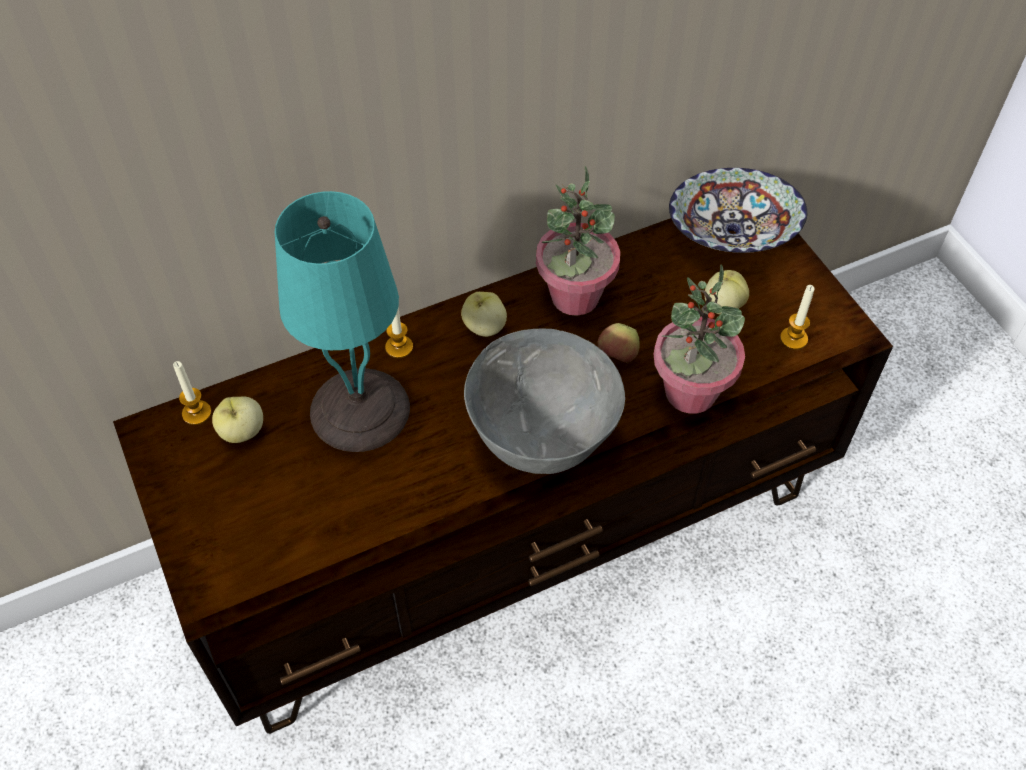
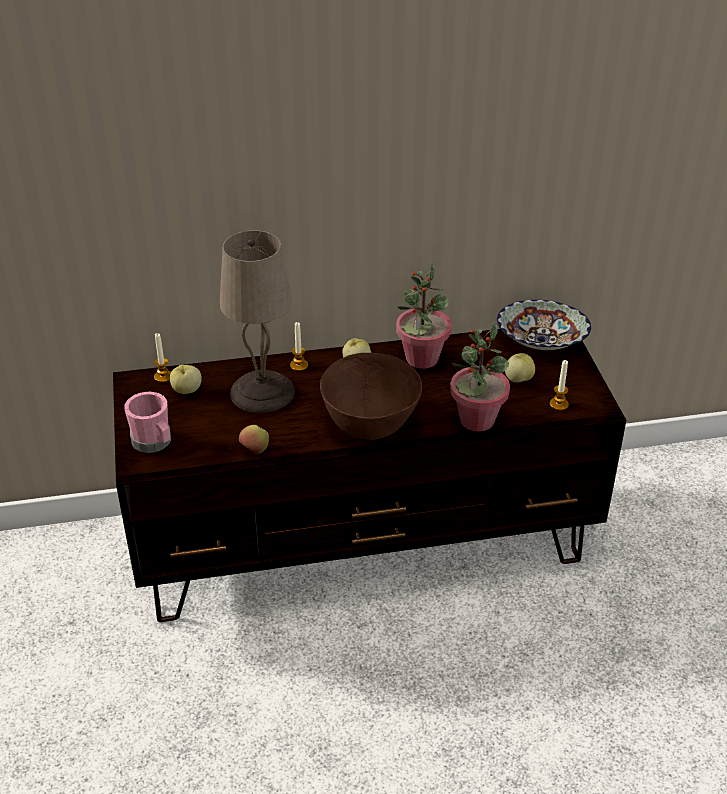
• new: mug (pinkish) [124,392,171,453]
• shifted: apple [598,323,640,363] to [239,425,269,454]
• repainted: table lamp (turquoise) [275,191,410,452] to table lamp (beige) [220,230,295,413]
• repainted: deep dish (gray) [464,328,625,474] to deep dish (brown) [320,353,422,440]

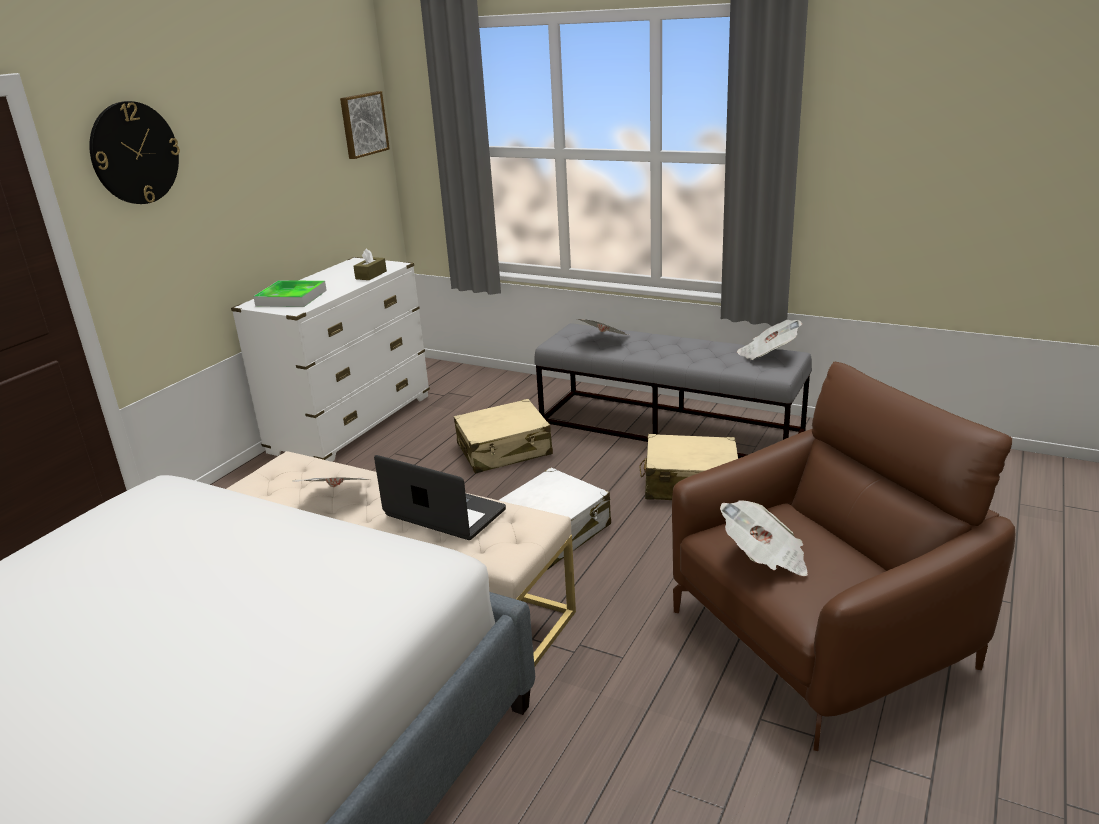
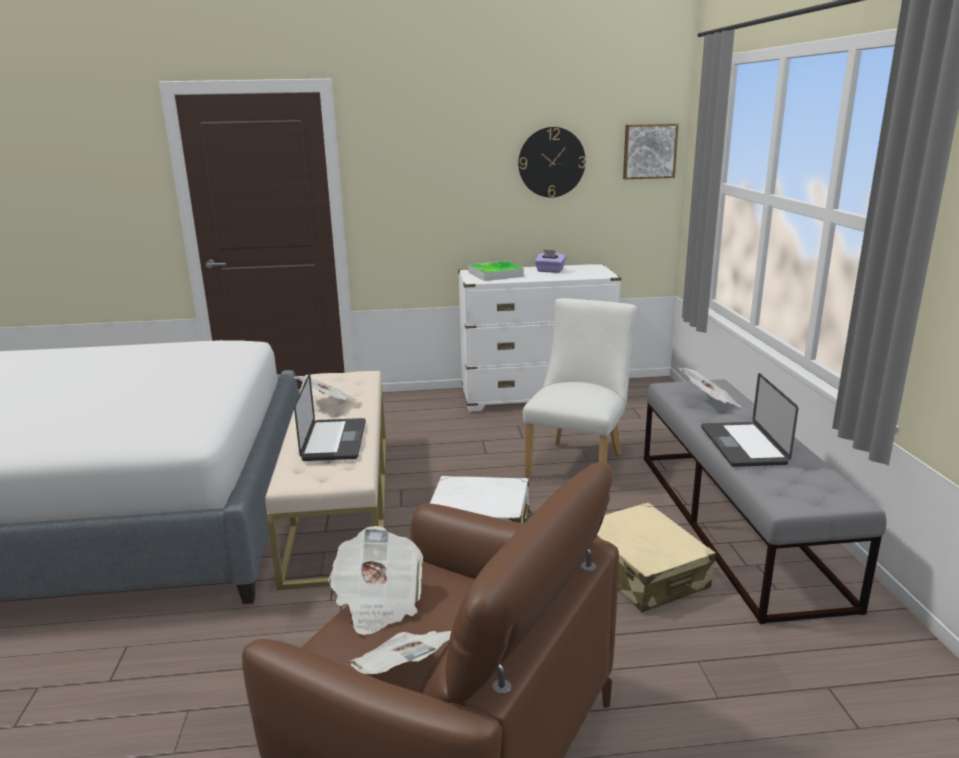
• gone: tissue box (brown) [353,248,387,280]
• new: tissue box (purplish) [535,249,566,273]
• new: portable computer [701,373,798,467]
• shifted: wall clock [89,101,180,204] to [518,127,586,197]
• shifted: daily paper [737,320,802,360] to [351,631,451,674]
• swapped: piece of luggage (beige) [454,399,553,473] to upright chair (white-coloured) [523,298,637,478]

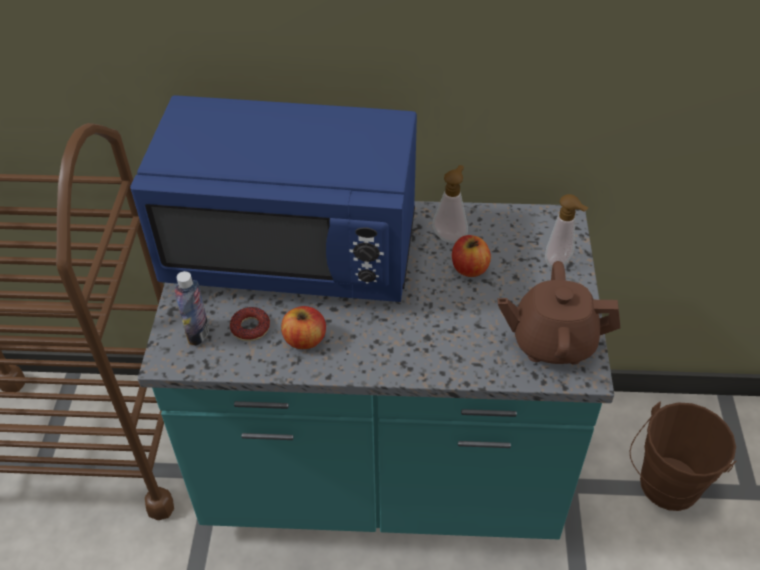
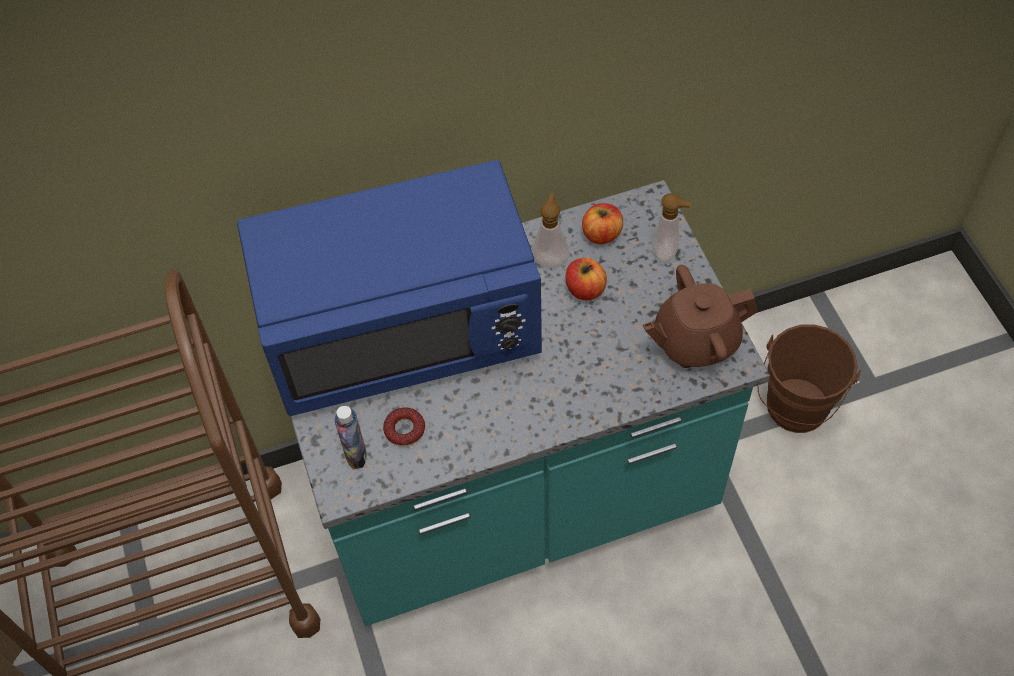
• shifted: apple [281,306,326,349] to [582,203,623,244]

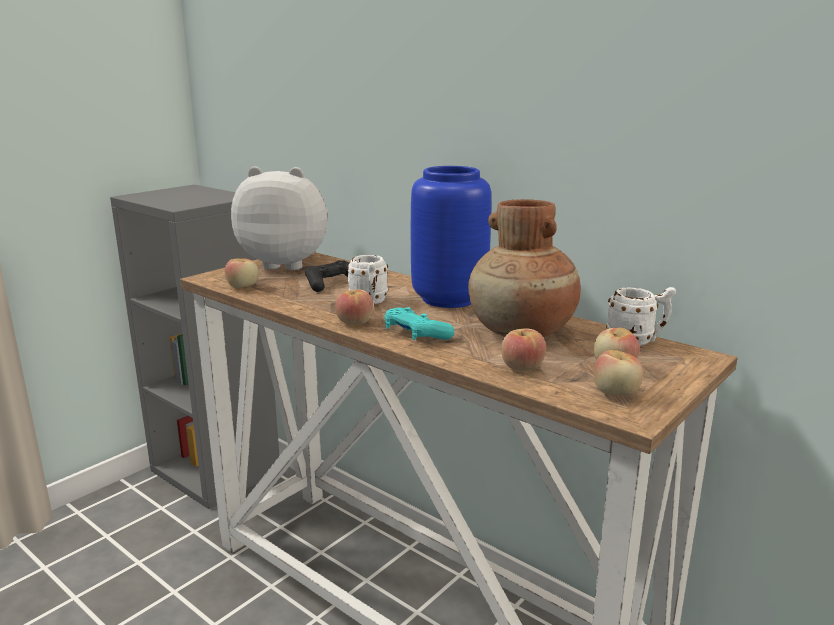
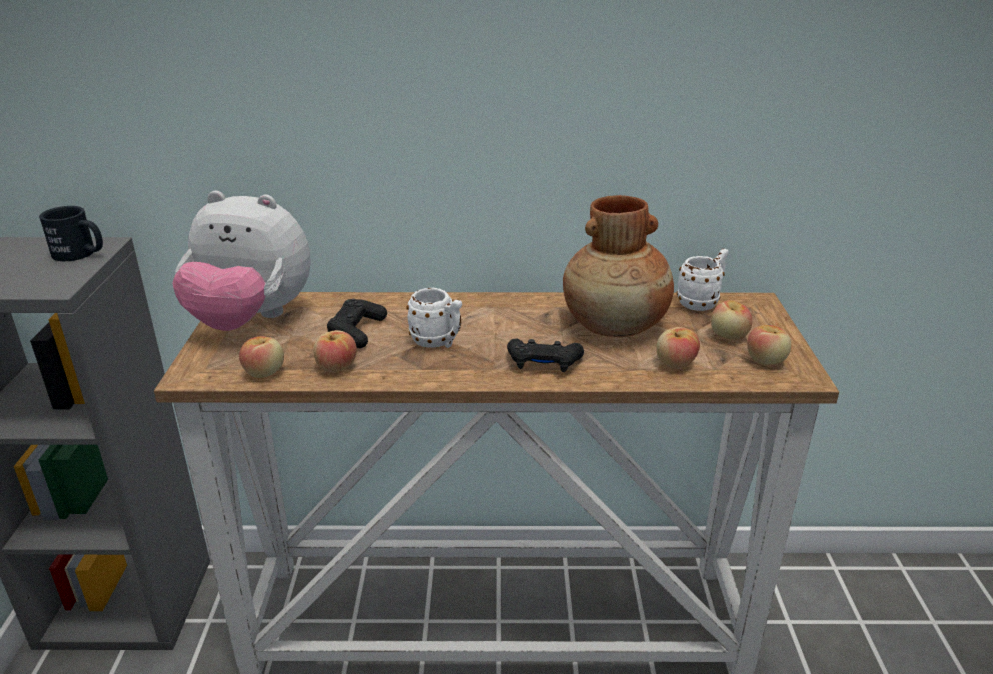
• gone: flower vase (blue) [411,166,491,308]
• new: mug (black) [39,206,103,261]
• shifted: apple [335,289,373,325] to [313,330,357,372]
• repainted: gamepad (turquoise) [385,307,454,340] to gamepad (black) [507,339,584,372]
• rotated: soft toy [231,166,328,270] = [172,191,311,331] 135 degrees counterclockwise

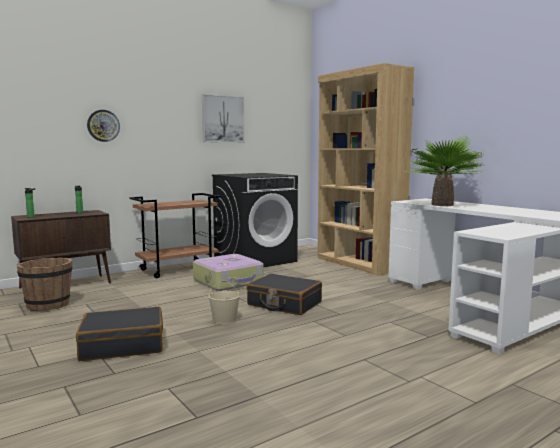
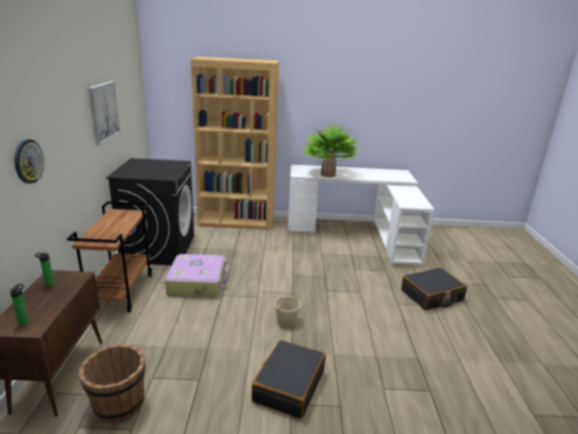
• shifted: piece of luggage (black) [246,273,322,315] to [401,268,467,310]

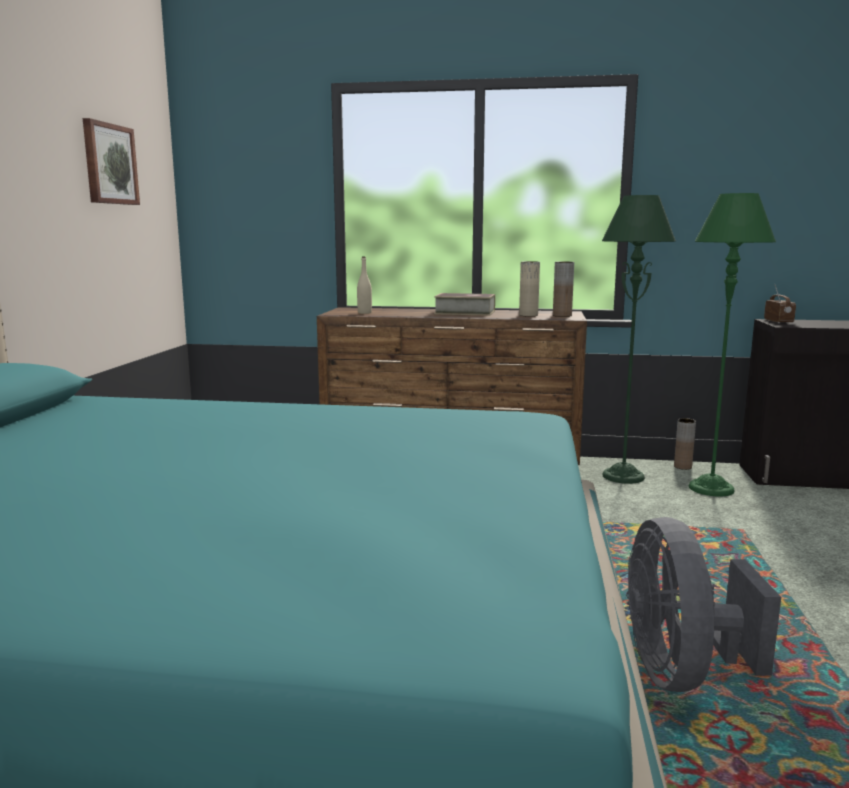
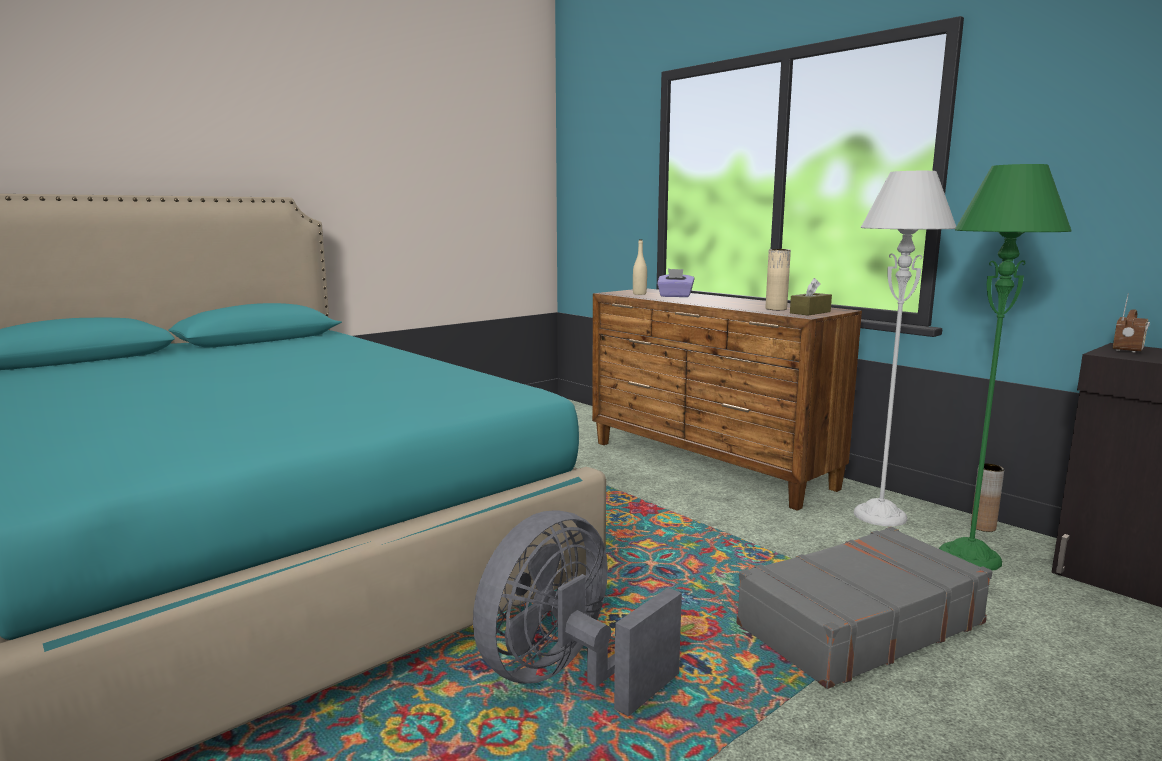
• gone: picture [83,118,140,205]
• gone: volume [434,293,495,316]
• new: tissue box (purplish) [657,269,694,297]
• new: piece of luggage (gray) [736,527,992,689]
• swapped: flower vase (brown) [553,261,574,317] to tissue box (brown) [790,278,832,316]
• repainted: standard lamp (green) [602,195,676,484] to standard lamp (gray) [854,171,956,526]

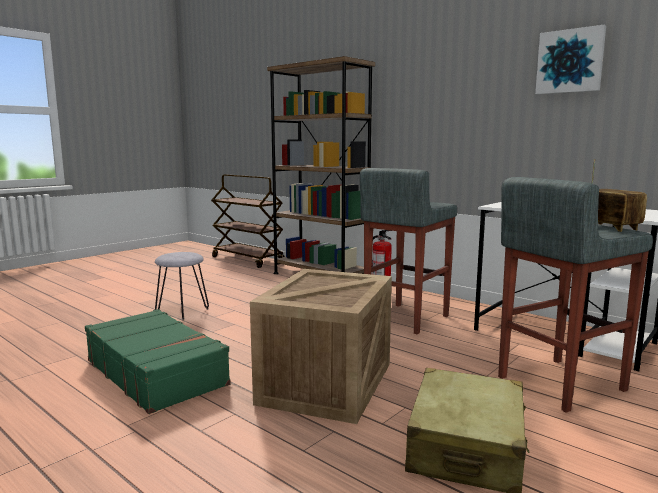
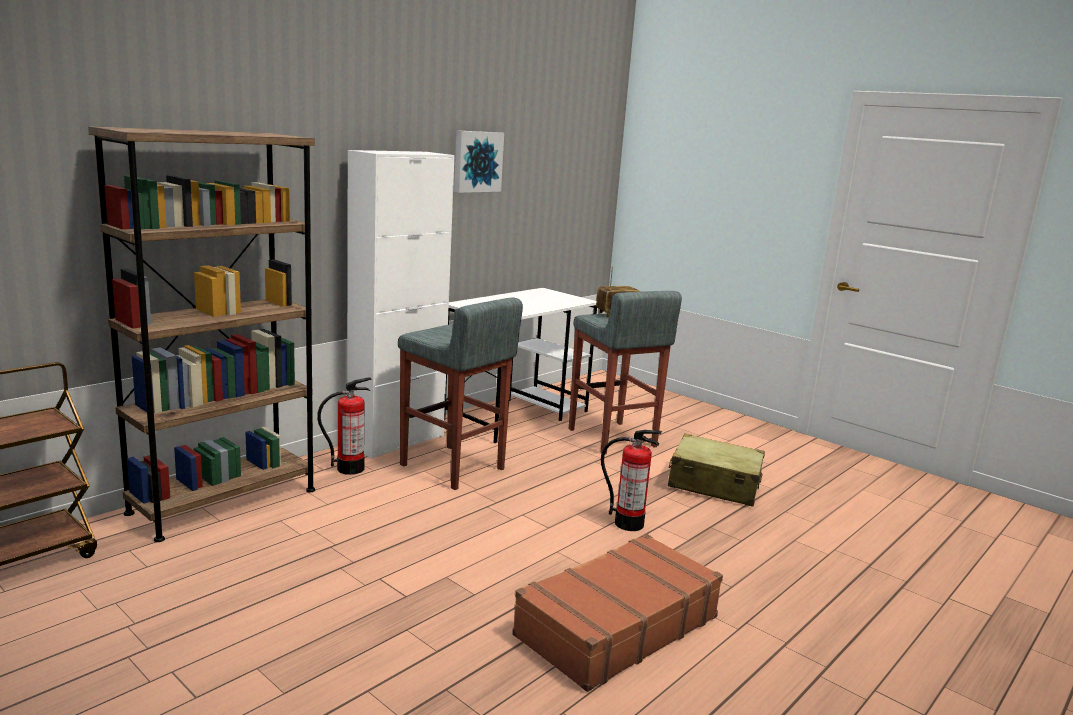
• gone: stool (gray) [155,252,209,320]
• new: storage cabinet (white-coloured) [347,150,455,459]
• swapped: shipping crate [250,269,392,424] to extinguisher [601,430,662,531]
• repainted: piece of luggage (green) [85,309,231,414] to piece of luggage (brown) [512,534,723,692]

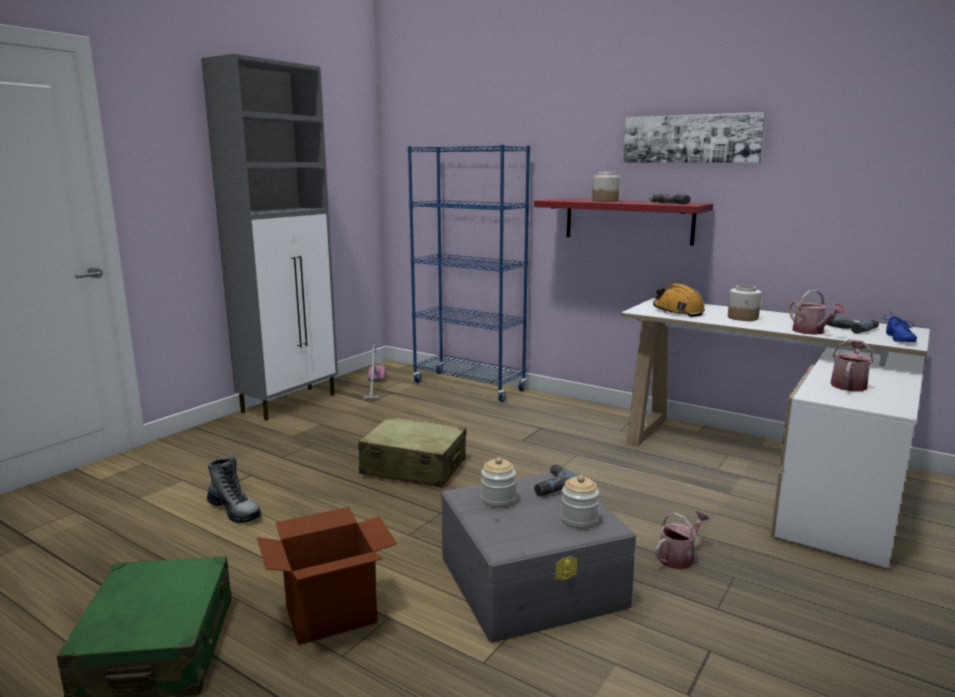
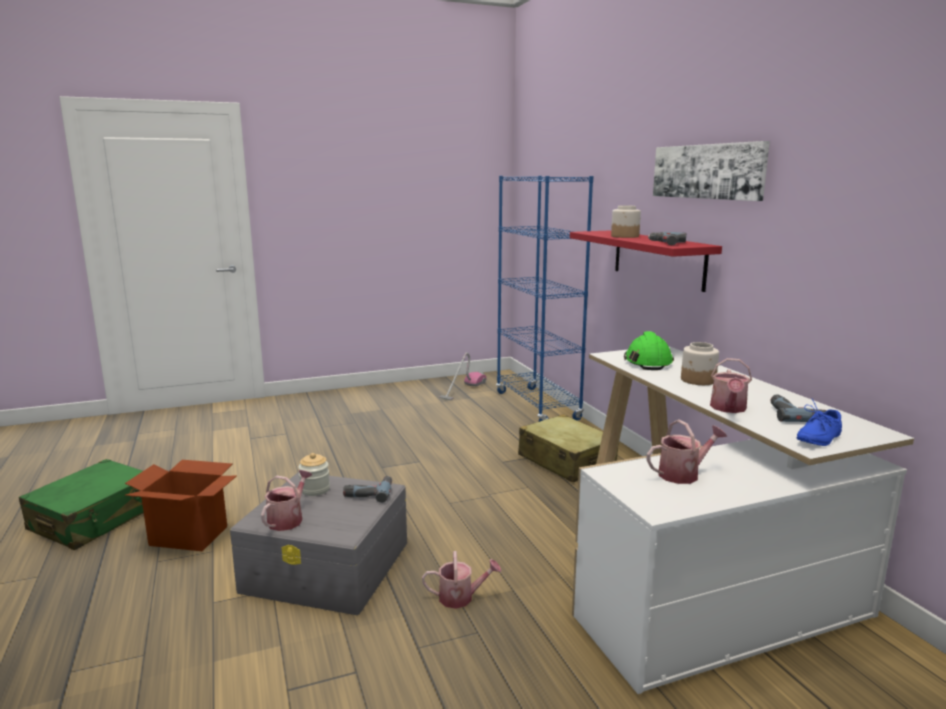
• gone: storage cabinet (gray) [201,54,338,421]
• gone: tall boot [207,456,261,523]
• gone: storage jar [561,475,599,529]
• new: sprinkling can [261,470,312,531]
• shifted: piece of luggage (beige) [358,416,466,488] to [518,414,619,483]
• repainted: safety helmet (orangey) [653,284,705,317] to safety helmet (green) [624,331,674,370]

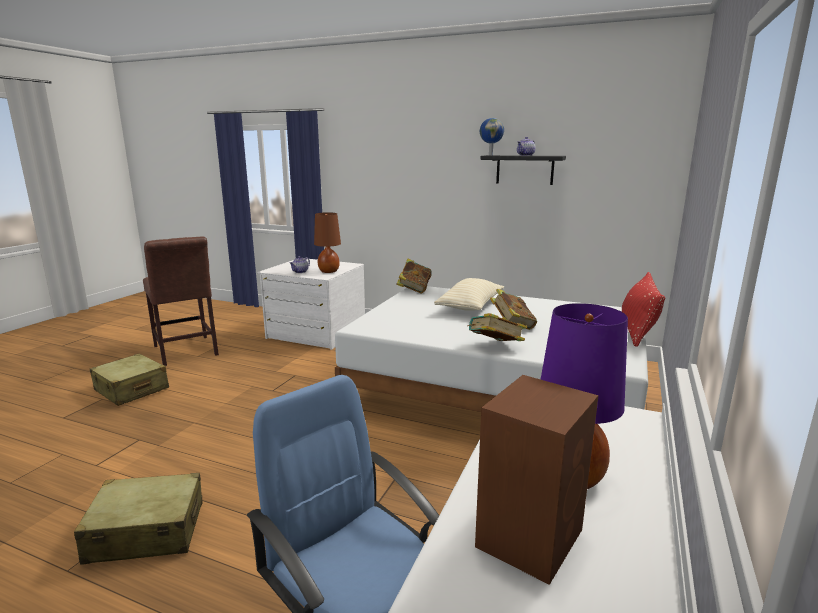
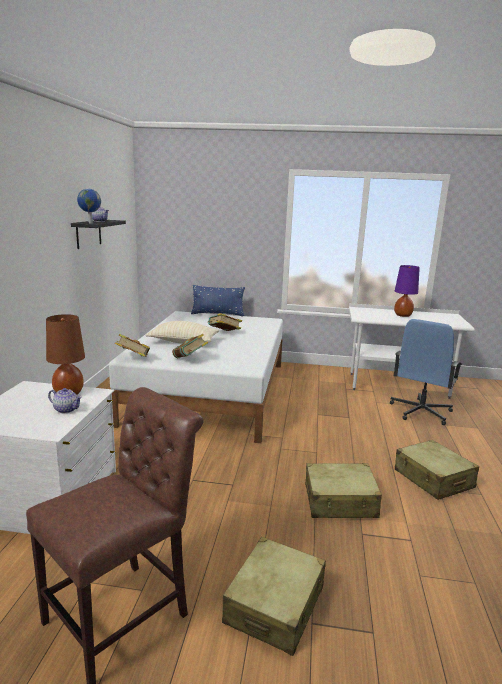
• gone: speaker (brown) [475,375,599,585]
• new: piece of luggage (beige) [305,463,382,518]
• shifted: volume [467,313,527,341] to [172,334,208,359]
• repainted: pillow (red) [622,272,665,347] to pillow (blue) [191,285,245,316]

